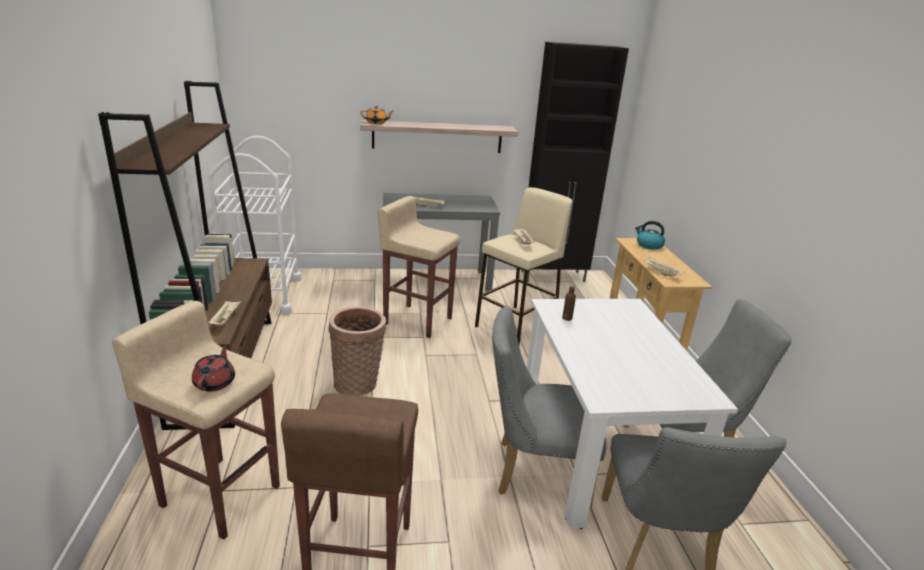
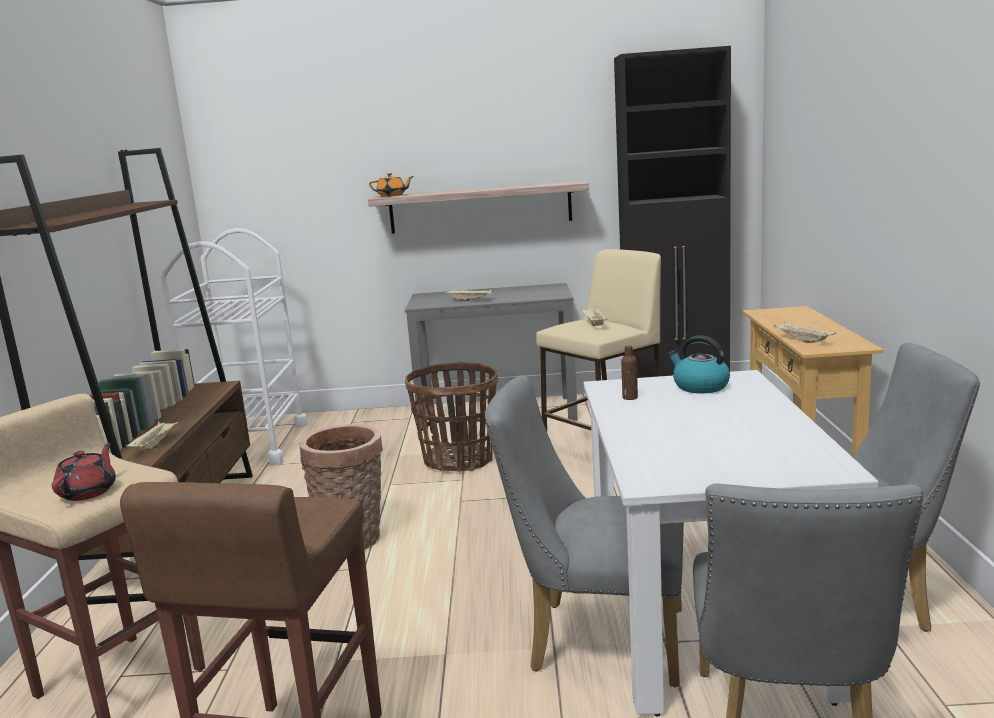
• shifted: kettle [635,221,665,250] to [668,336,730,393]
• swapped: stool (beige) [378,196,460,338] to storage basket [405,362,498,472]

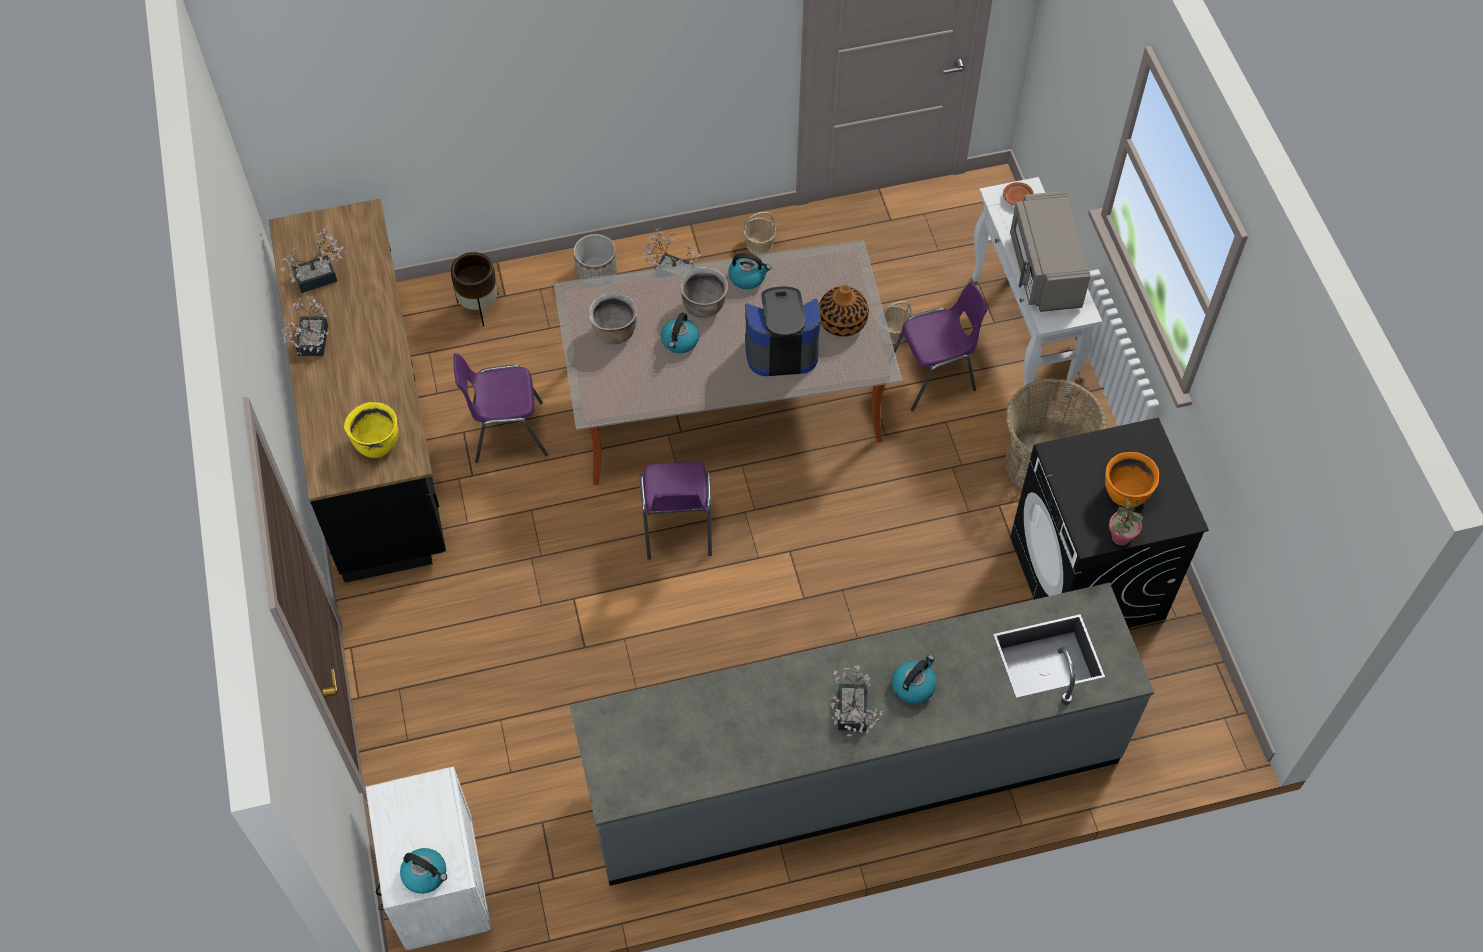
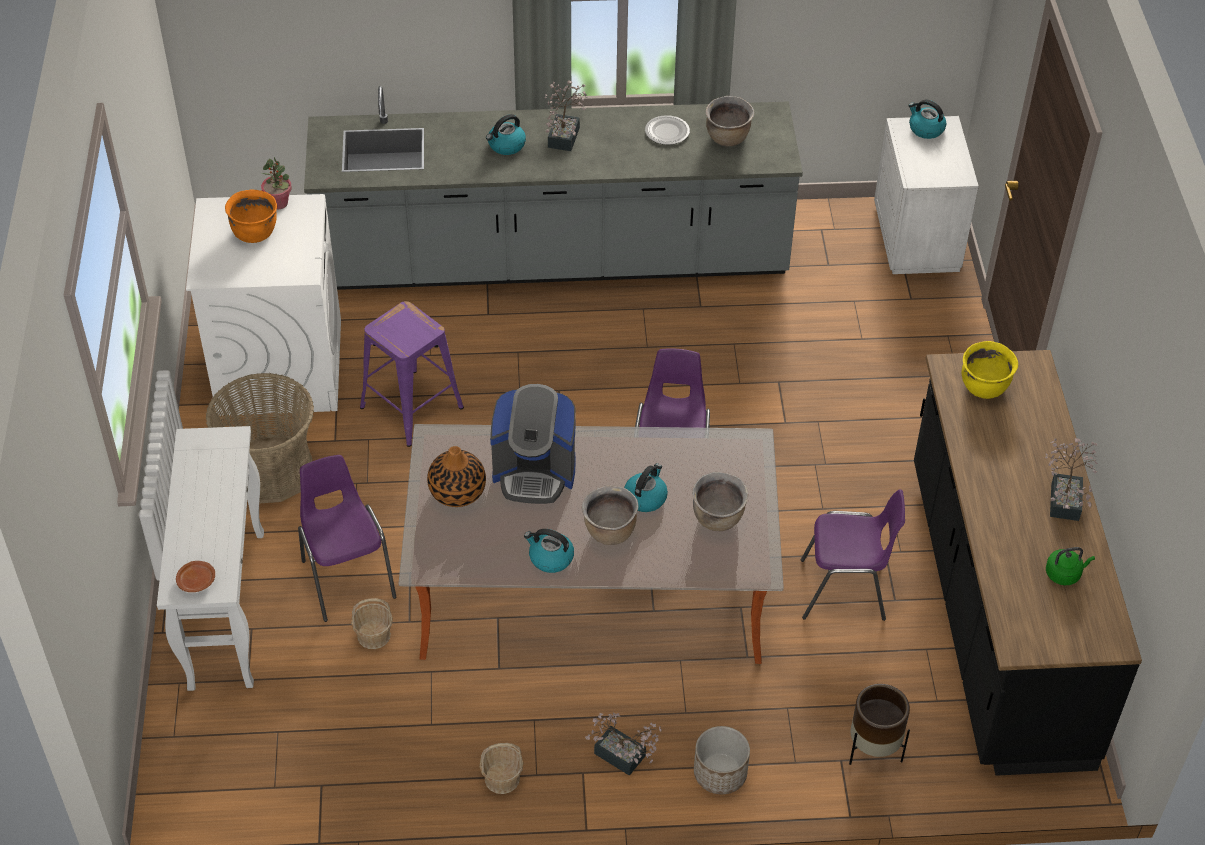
• gone: kitchen microwave (gray) [1010,191,1091,312]
• new: stool (purplish) [360,301,464,447]
• new: dinner plate [645,115,690,145]
• new: stockpot (brown) [706,96,754,146]
• swapped: potted plant [281,227,347,293] to kettle (green) [1046,547,1095,585]
• repainted: laundry appliance (black) [1010,417,1209,628] to laundry appliance (white-coloured) [186,194,341,416]
• rotated: upright chair (purplish) [894,282,987,411] = [298,455,396,622] 75 degrees clockwise

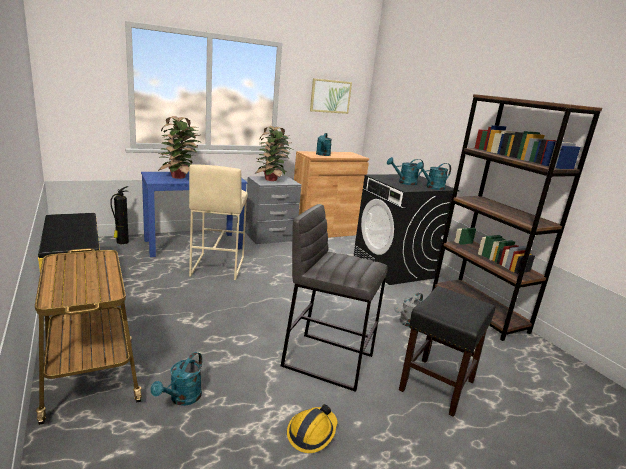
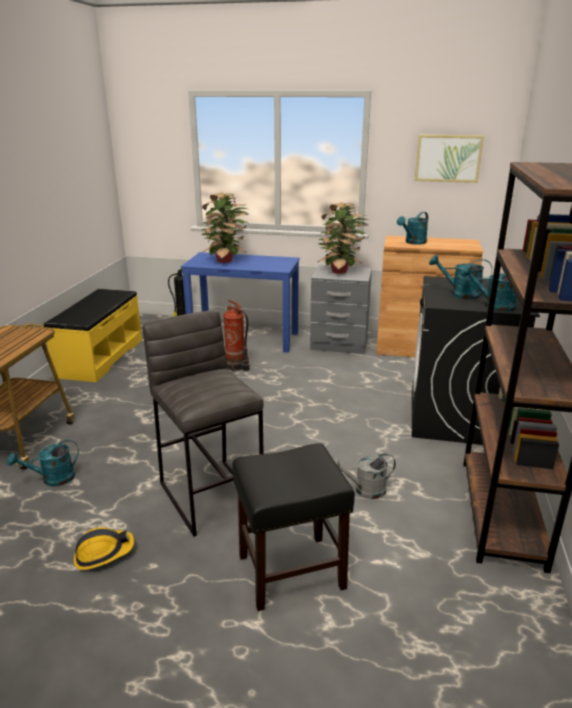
• swapped: stool (beige) [189,164,248,280] to extinguisher [223,300,250,372]

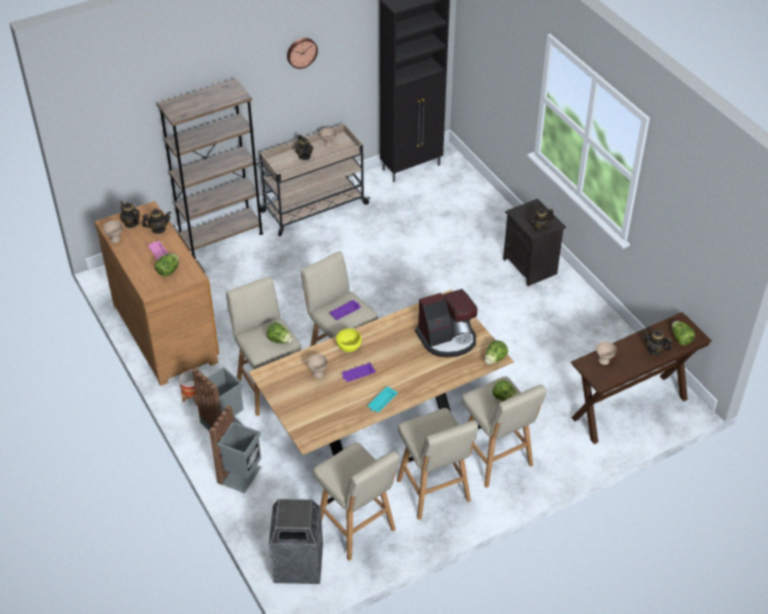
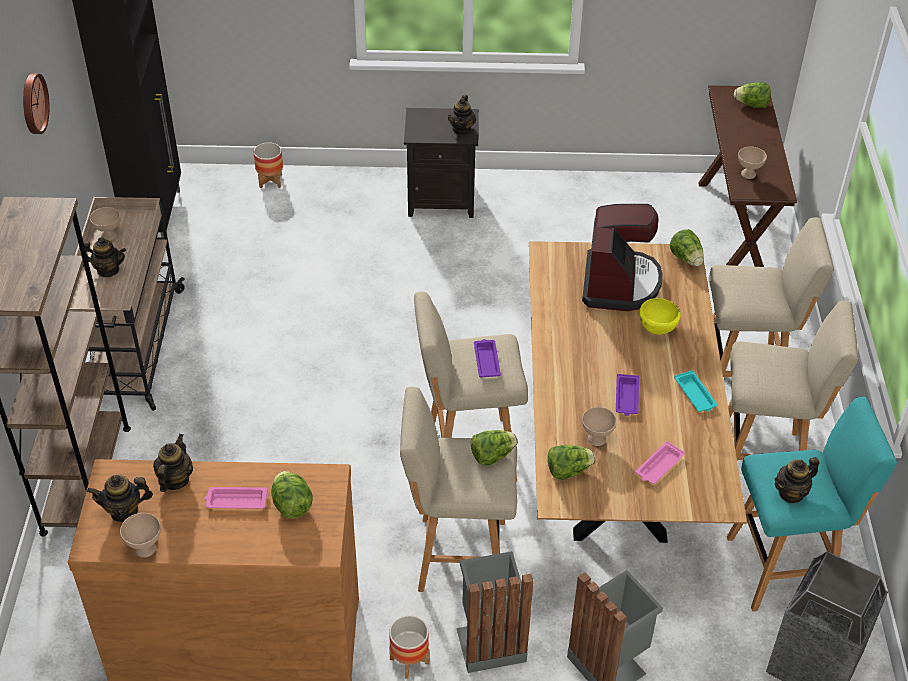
• new: flower pot [254,142,283,188]
• new: carrying tray (pinkish) [636,441,685,484]
• shifted: deep dish (yellow) [336,329,362,352] to [639,298,681,335]
• shifted: head of lettuce [493,379,517,401] to [548,445,596,480]
• shifted: pot for tea [643,329,672,356] to [775,457,819,503]
• repainted: stool (beige) [313,442,399,561] to stool (turquoise) [727,397,897,612]

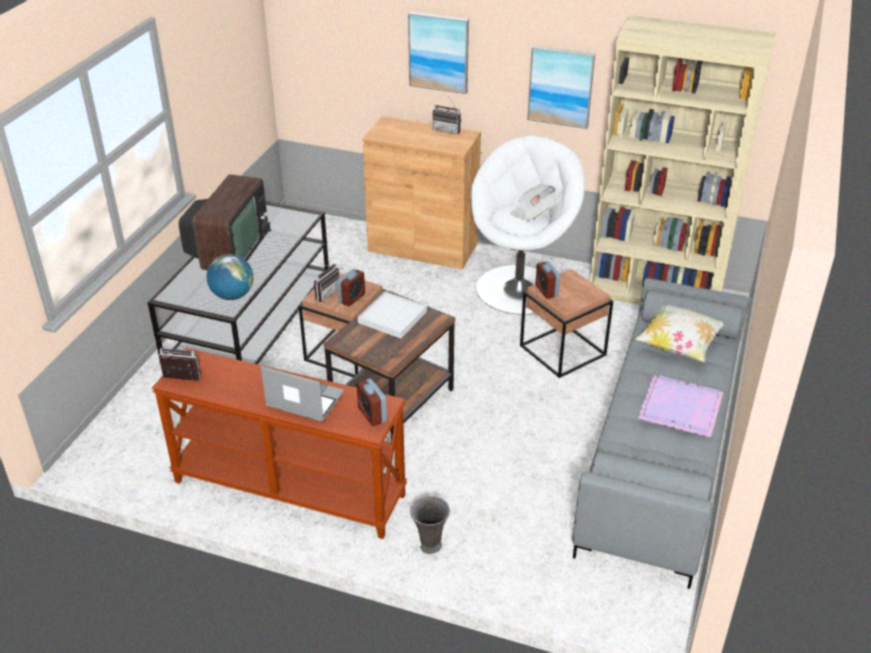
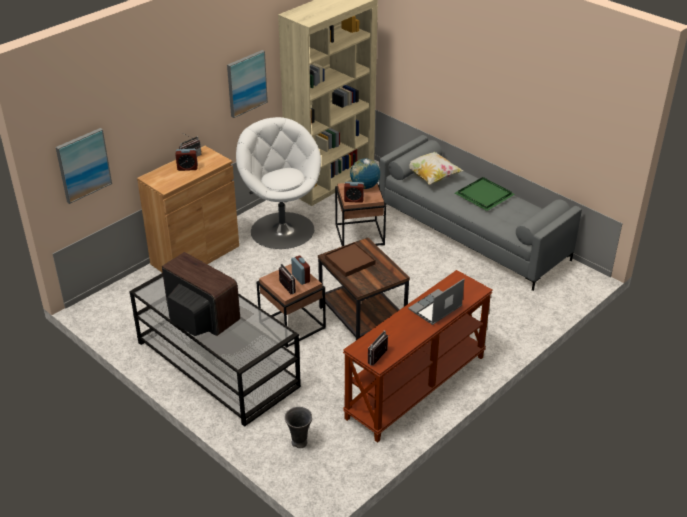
• gone: daily paper [511,184,557,222]
• shifted: world globe [207,254,253,300] to [350,159,380,189]
• shifted: bedside clock [357,378,387,426] to [176,149,198,171]
• shifted: picture [408,12,469,94] to [56,128,112,204]
• shifted: flower vase (gray) [410,496,450,554] to [285,407,312,448]
• repainted: carrying tray (white-coloured) [358,292,427,339] to carrying tray (brown) [325,242,376,277]
• repainted: carrying tray (purplish) [638,375,723,438] to carrying tray (green) [455,177,515,211]

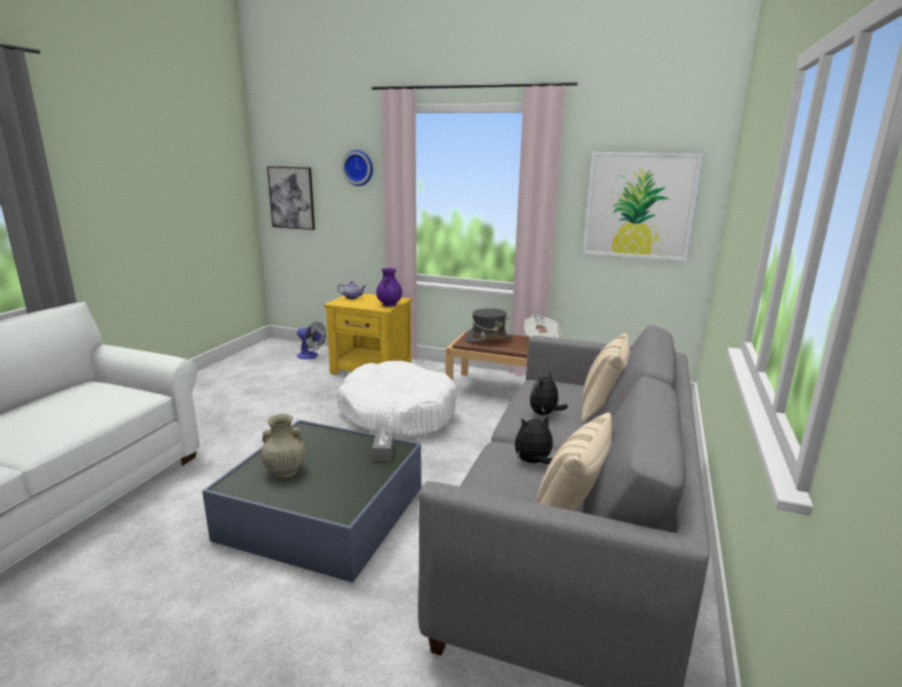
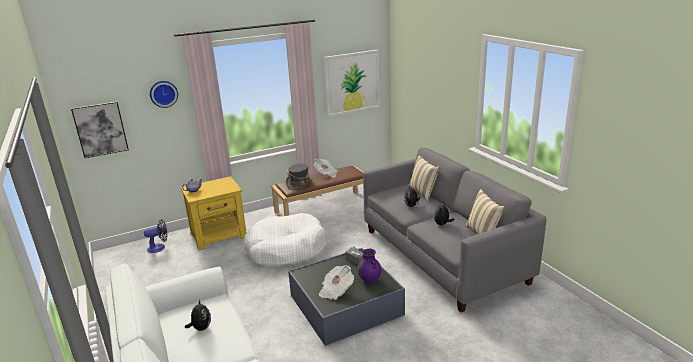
• new: soft toy [185,300,211,331]
• shifted: flower vase (purplish) [376,268,402,307] to [358,249,382,283]
• swapped: flower vase (beige) [261,414,306,478] to daily paper [319,265,354,300]

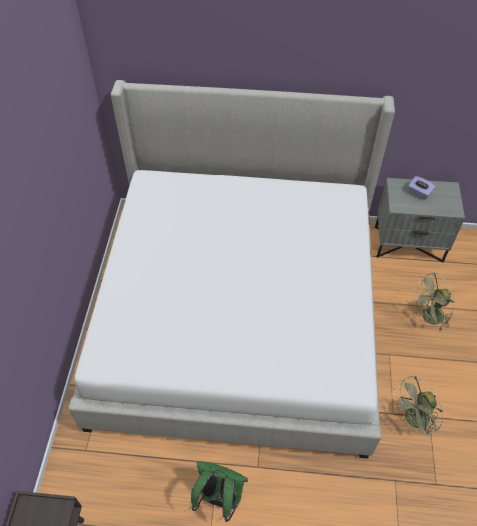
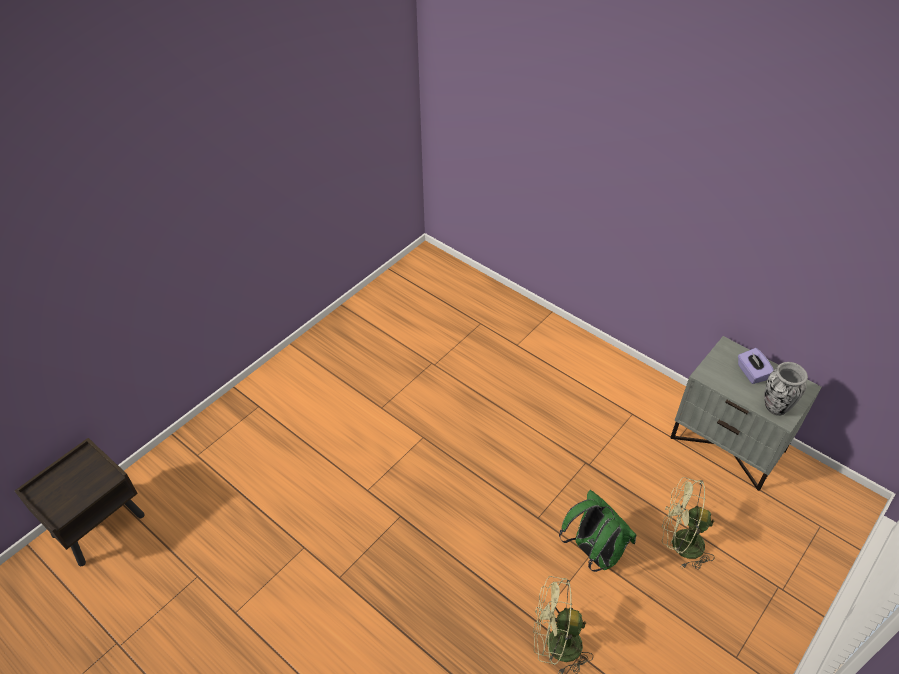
• gone: bed [68,80,395,459]
• new: flower vase [764,362,808,416]
• shifted: rucksack (green) [191,462,248,522] to [559,490,637,572]

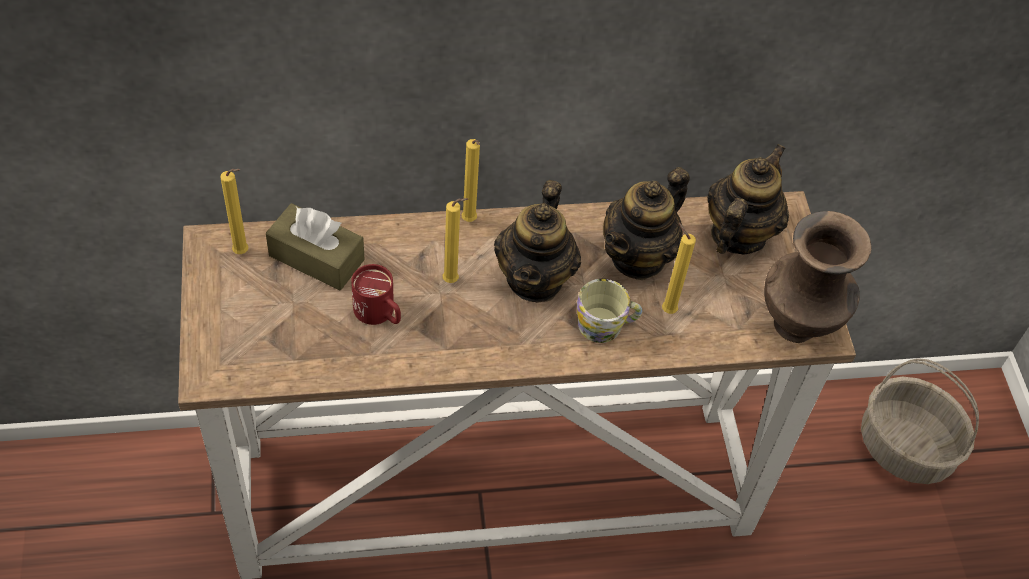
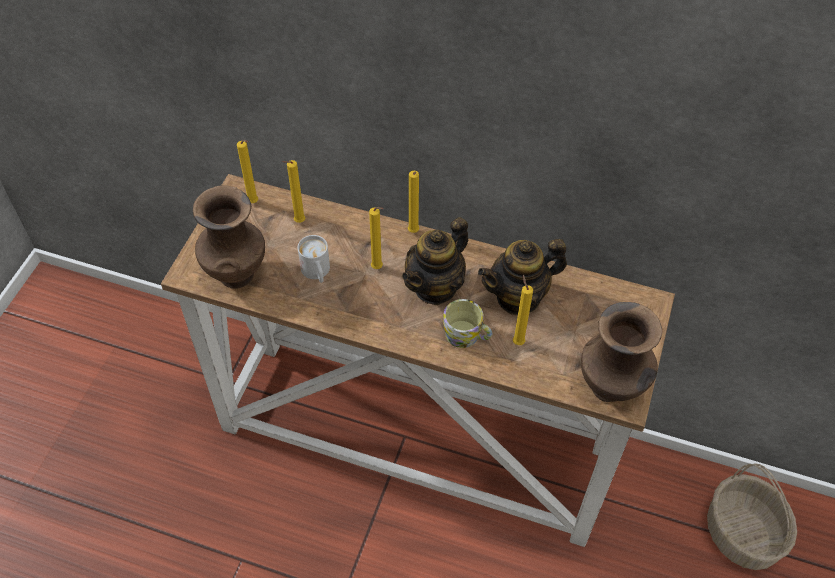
• gone: pot for tea [707,144,789,255]
• new: flower vase (brown) [193,185,265,289]
• swapped: tissue box (brown) [266,203,365,290] to candle (yellow) [283,160,305,223]
• repainted: mug (red) [351,264,401,325] to mug (white-coloured) [298,235,330,283]

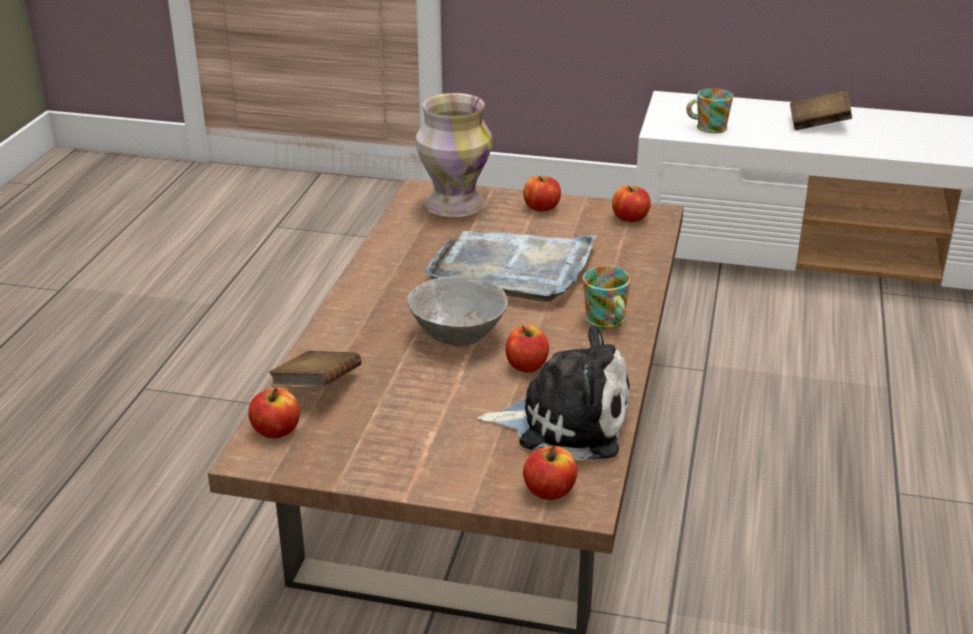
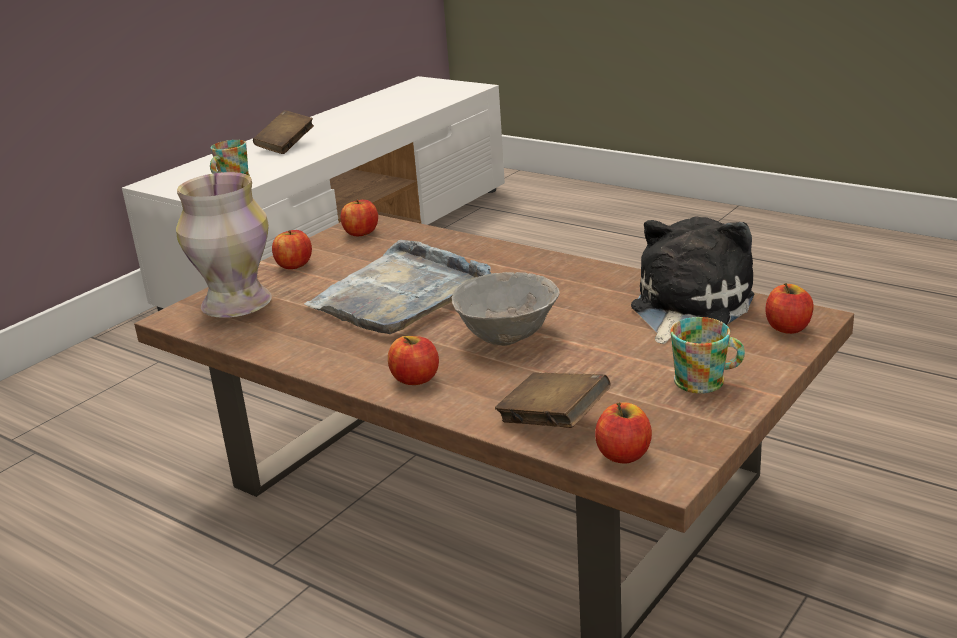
• shifted: apple [506,325,549,372] to [388,336,439,385]
• shifted: mug [583,266,631,329] to [670,317,745,394]

